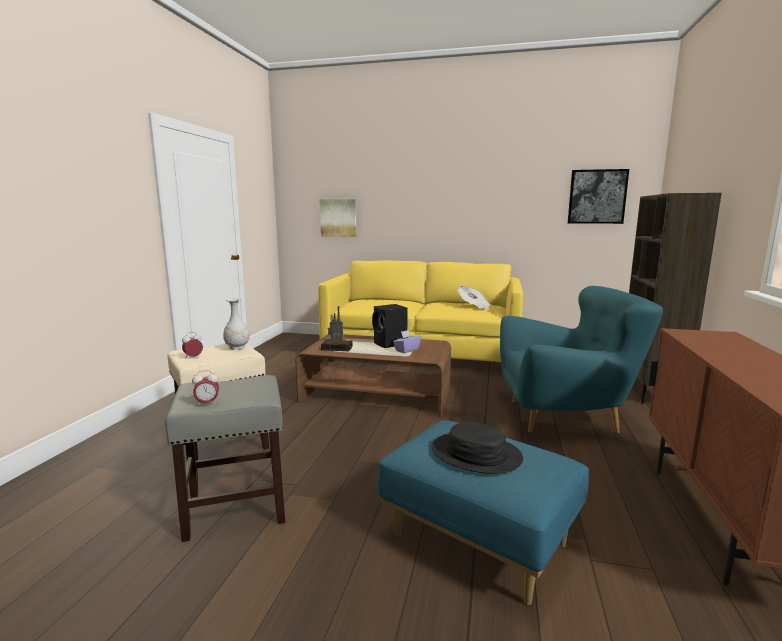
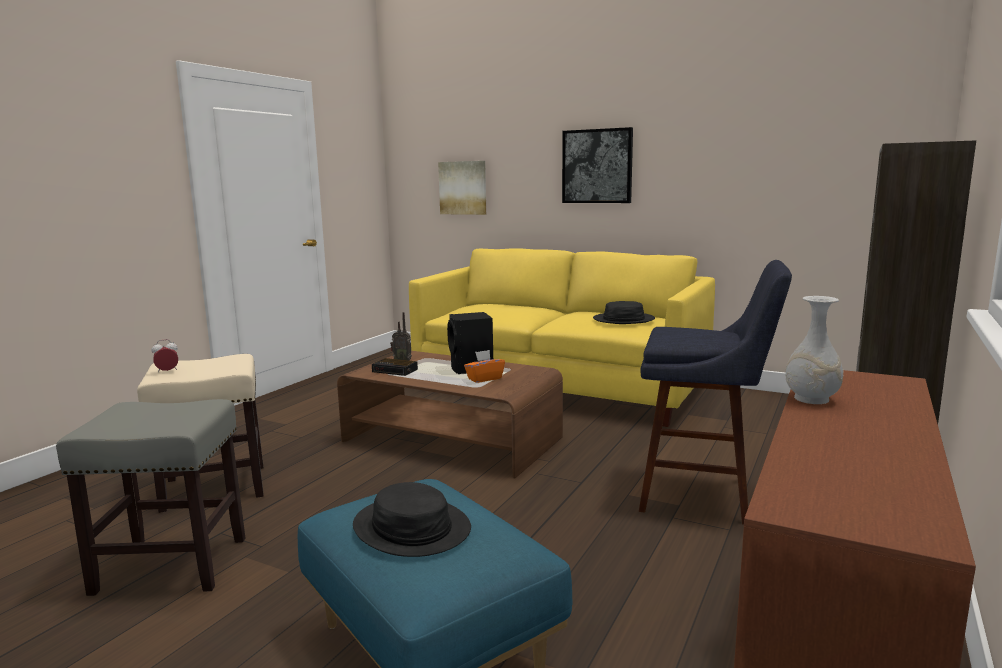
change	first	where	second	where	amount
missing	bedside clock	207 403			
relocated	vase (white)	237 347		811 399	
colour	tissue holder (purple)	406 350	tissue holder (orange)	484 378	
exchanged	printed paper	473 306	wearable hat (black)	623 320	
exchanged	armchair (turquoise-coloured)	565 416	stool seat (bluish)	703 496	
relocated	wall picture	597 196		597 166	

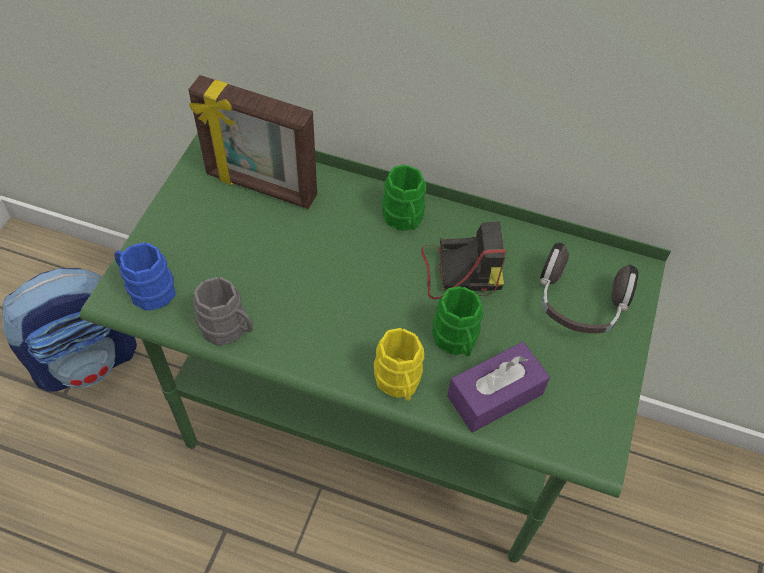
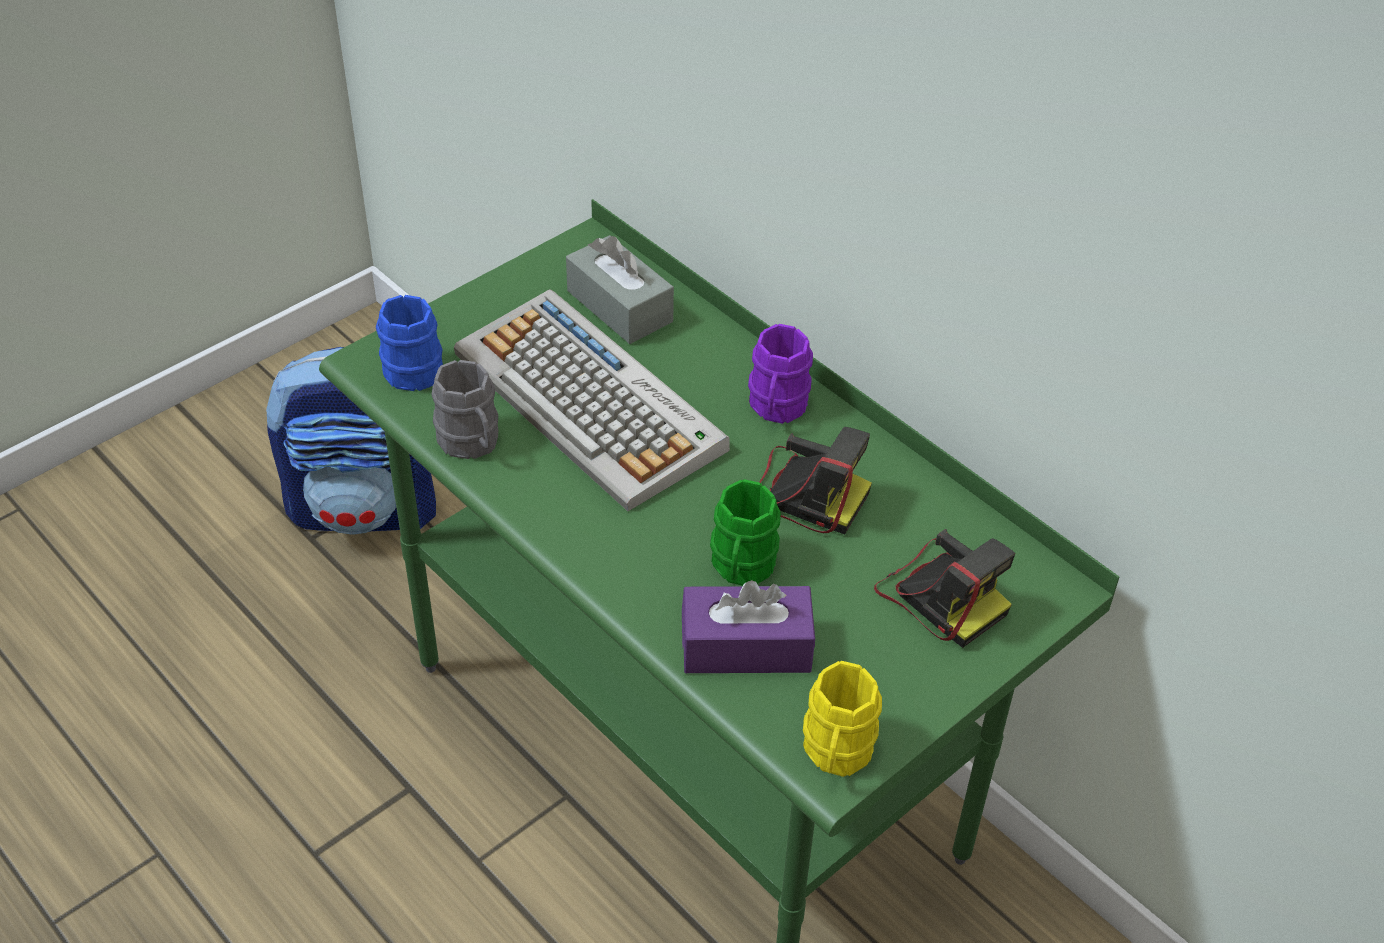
change	first	where	second	where	amount
exchanged	standing frame	260 187	tissue holder (grey)	619 306	
relocated	coffee mug (yellow)	399 383		836 754	
colour	coffee mug (greenish)	404 219	coffee mug (purple)	776 408	
exchanged	pair of headphones	578 305	photo camera	941 595	
appeared			computer keyboard	592 402	

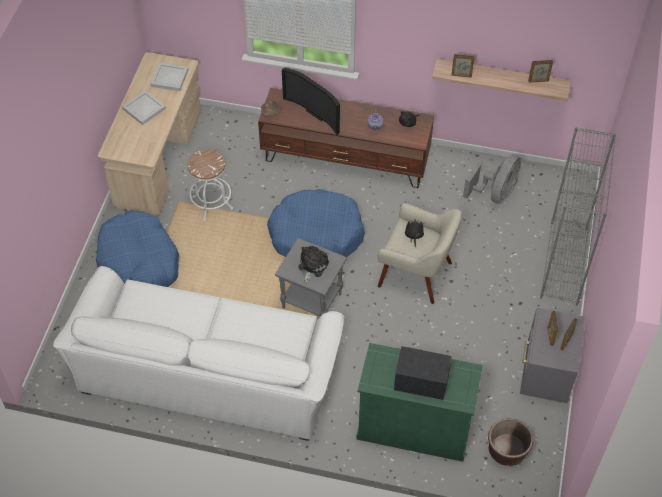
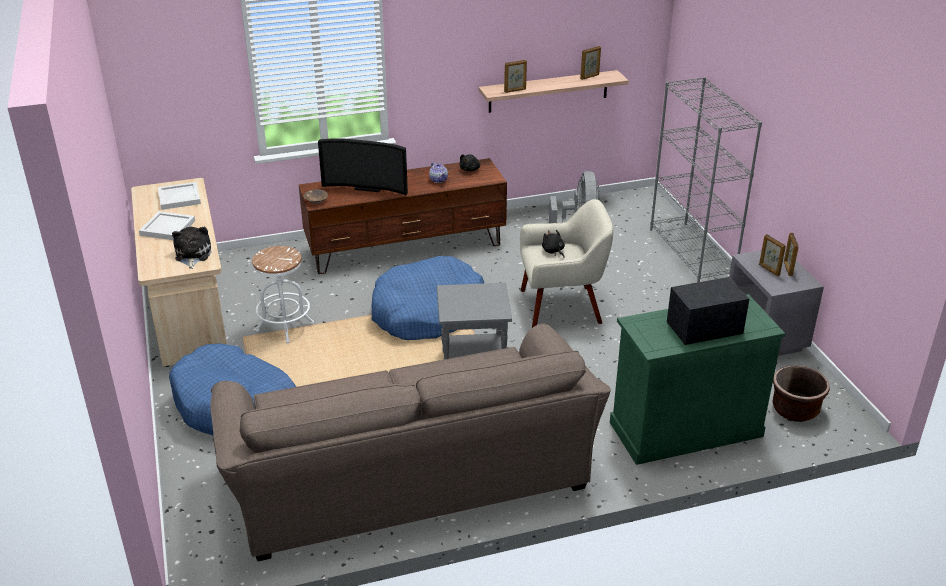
change	first	where	second	where	amount
colour	settee (white)	209 370	settee (brown-coloured)	408 472	
relocated	plush toy	312 266		192 255	

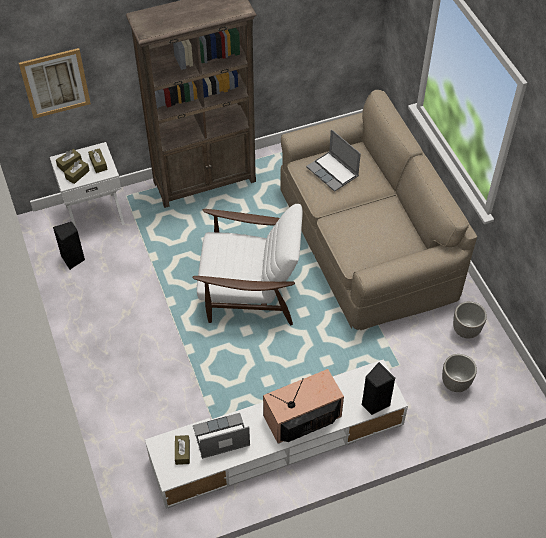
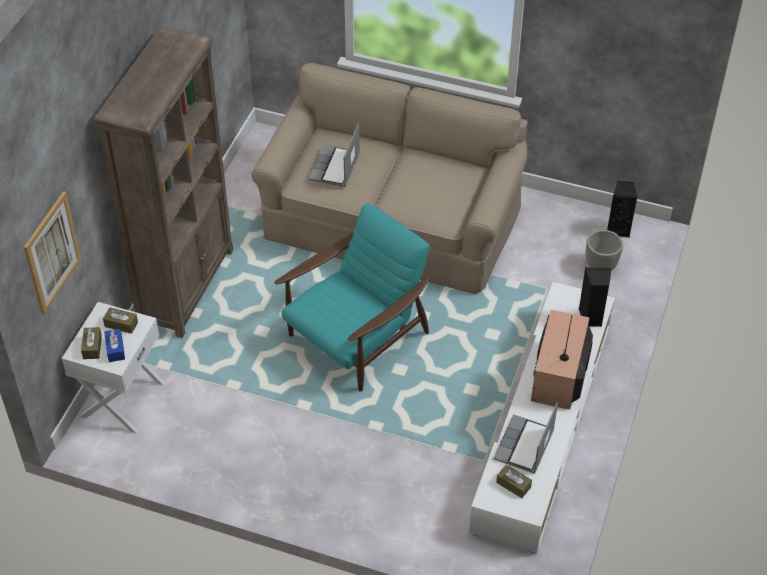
change	first	where	second	where	amount
relocated	audio speaker (black)	73 259		618 229	
colour	tissue holder (brown-coloured)	77 174	tissue holder (bluish)	115 349	
colour	armchair (white)	249 291	armchair (turquoise-coloured)	356 338	
spun	notebook computer	333 172		335 168	105 degrees clockwise
missing	flower pot	466 331			

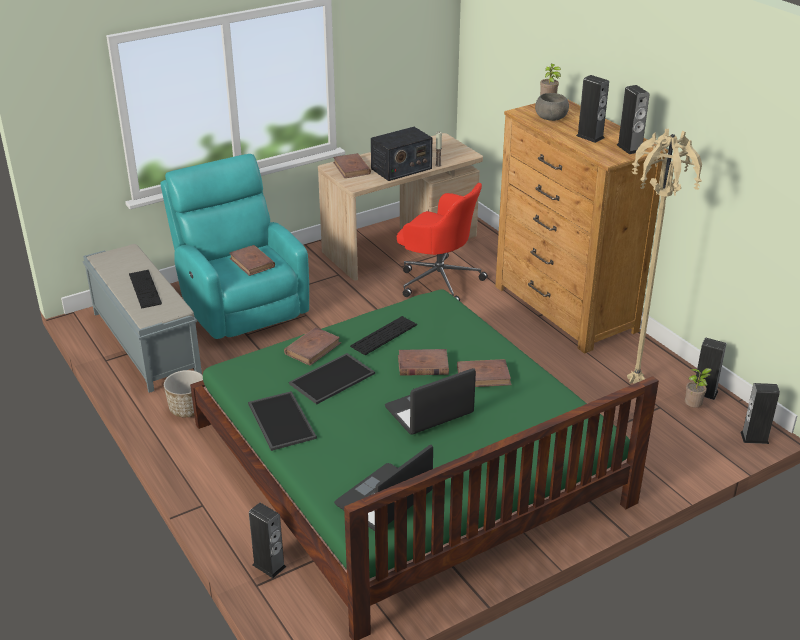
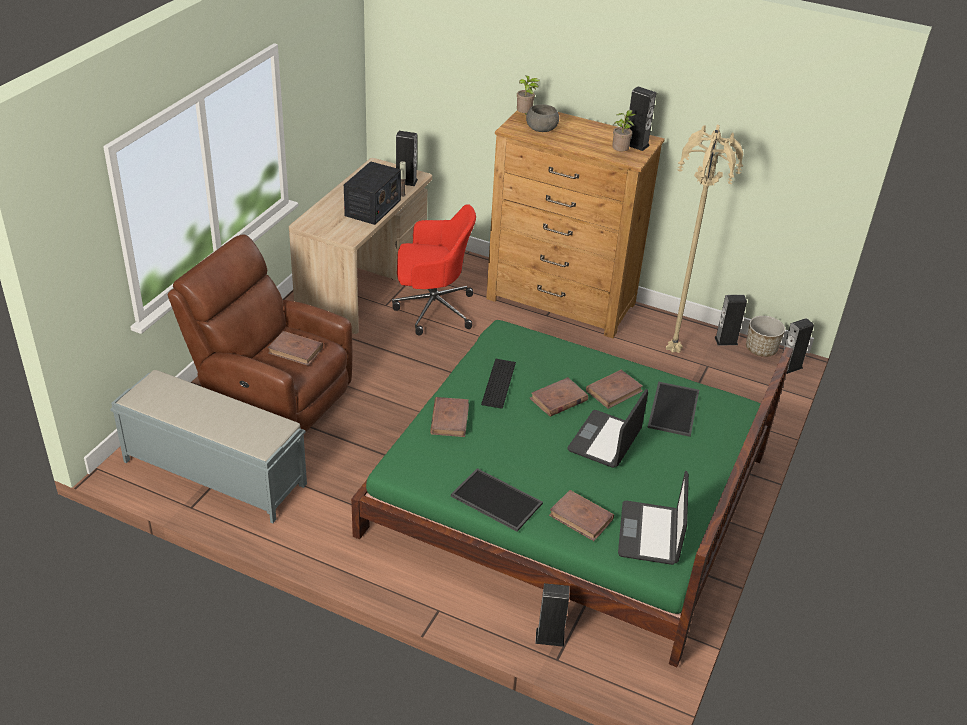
change	first	where	second	where	amount
missing	computer keyboard	145 289			
colour	armchair (turquoise-coloured)	242 305	armchair (brown-coloured)	272 396	
relocated	flower pot	187 409		761 349	
relocated	carrying tray	332 378		672 408	
relocated	book (brown-coloured)	351 168		581 517	
relocated	audio speaker	590 136		406 181	
relocated	potted plant	693 408		620 153	

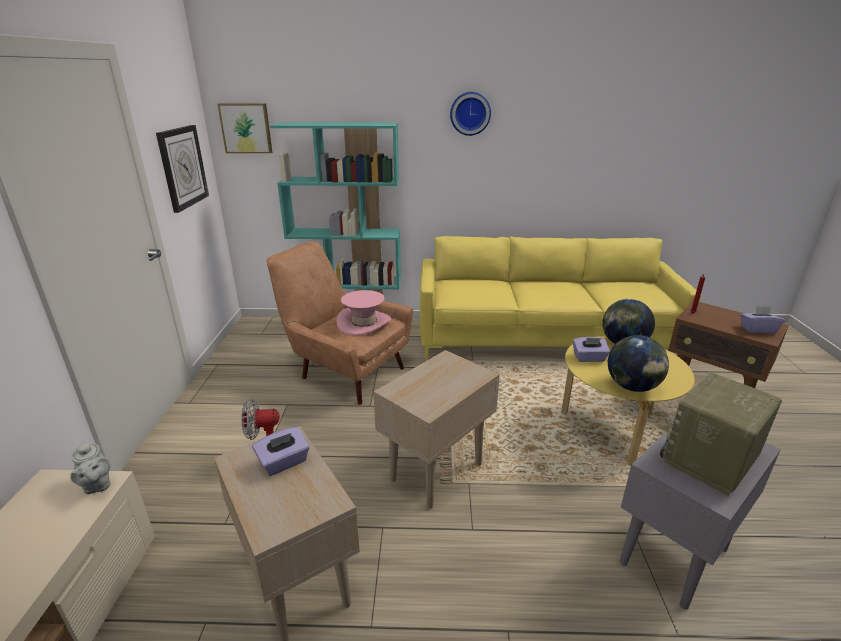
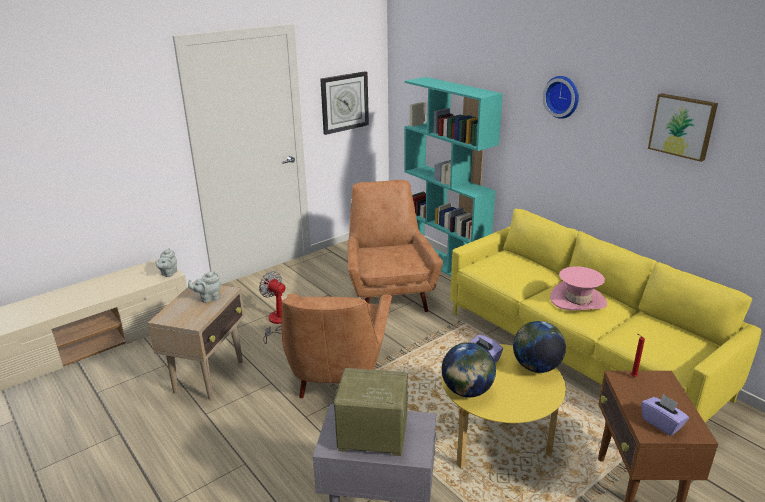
change	first	where	second	where	amount
relocated	wall picture	246 128		682 126	
exchanged	tissue holder (purple)	284 462	tea pot (grey)	208 298	
relocated	wearable hat (pink-coloured)	364 323		578 300	
exchanged	side table (beige)	435 472	armchair (brown-coloured)	337 379	

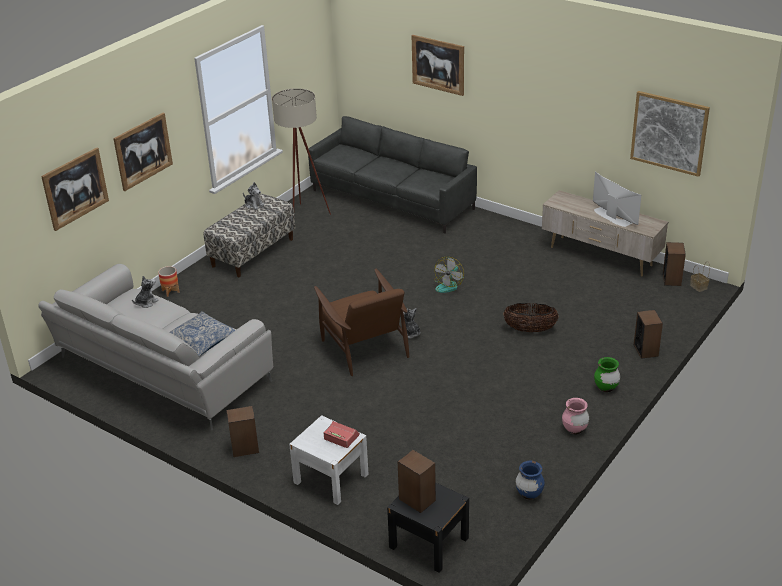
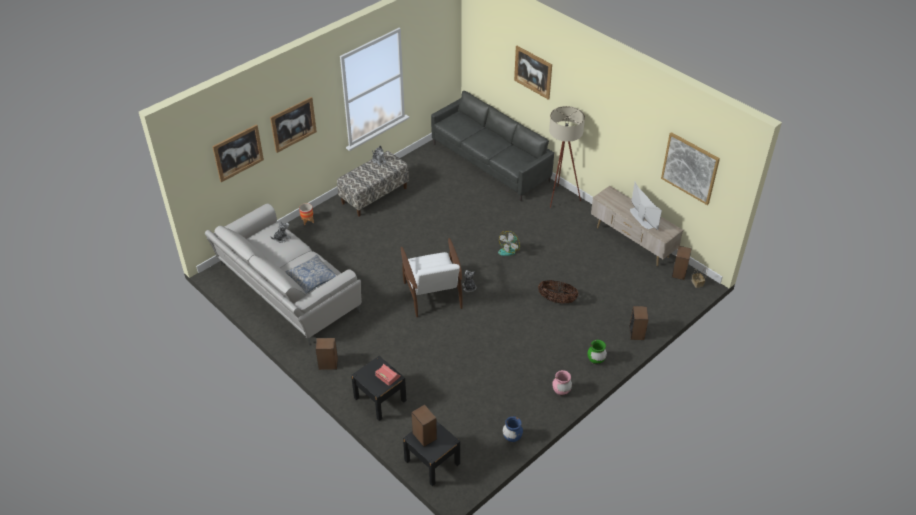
change	first	where	second	where	amount
relocated	standing lamp (beige)	304 217		559 200	
colour	nightstand (white)	331 478	nightstand (black)	380 399	
colour	armchair (brown-coloured)	364 346	armchair (white)	432 293	

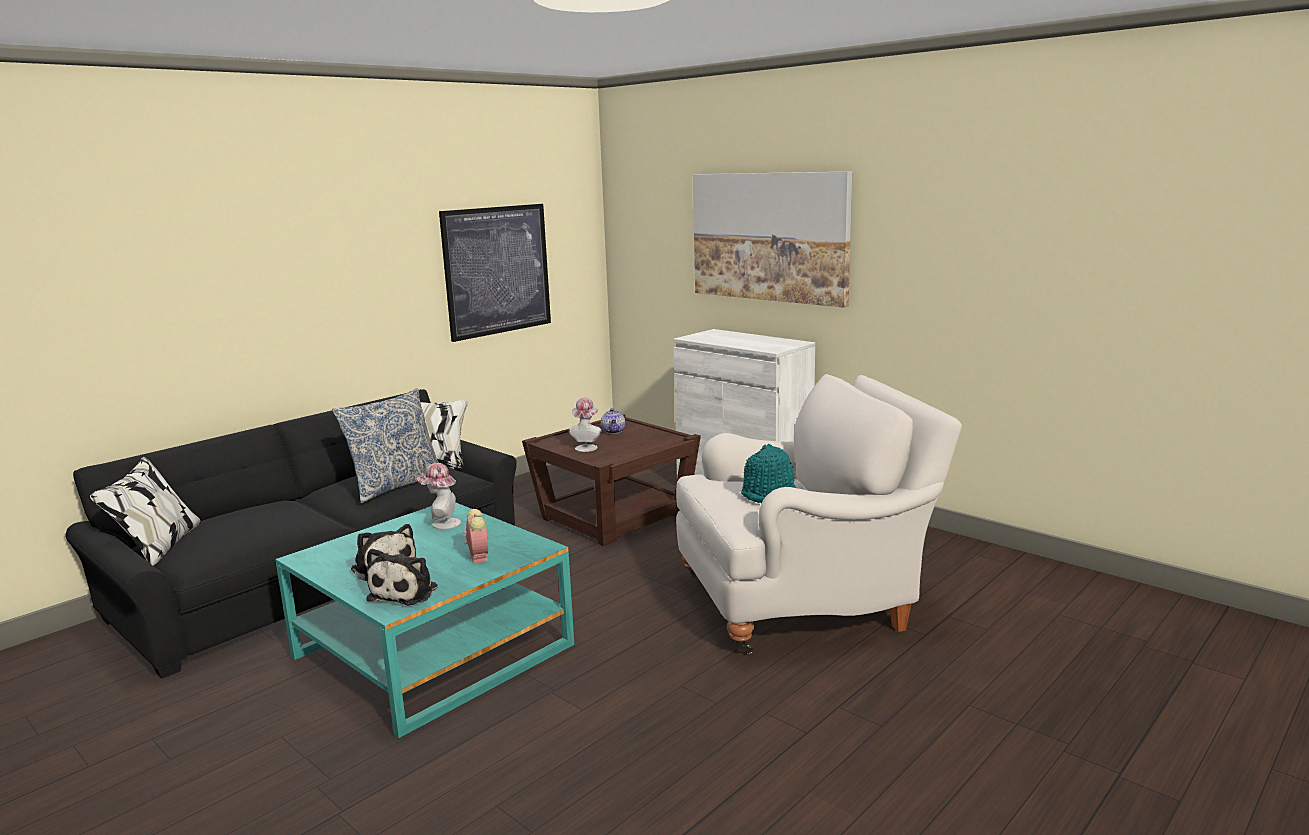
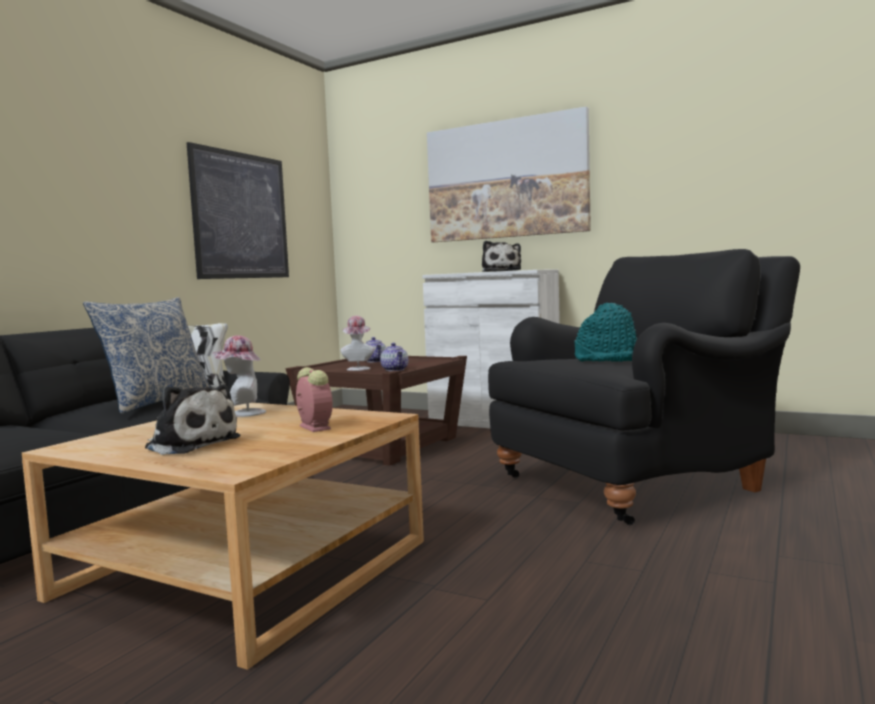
change	first	where	second	where	amount
colour	low table (turquoise-coloured)	433 650	low table (beige)	245 569	
relocated	plush toy	406 592		501 271	
colour	armchair (white)	804 601	armchair (black)	637 482	
appeared			tea pot	395 369	

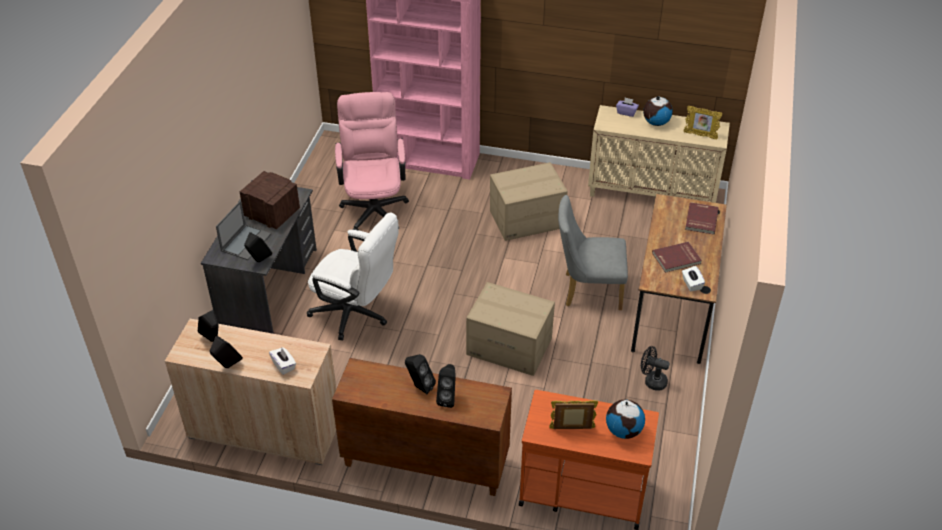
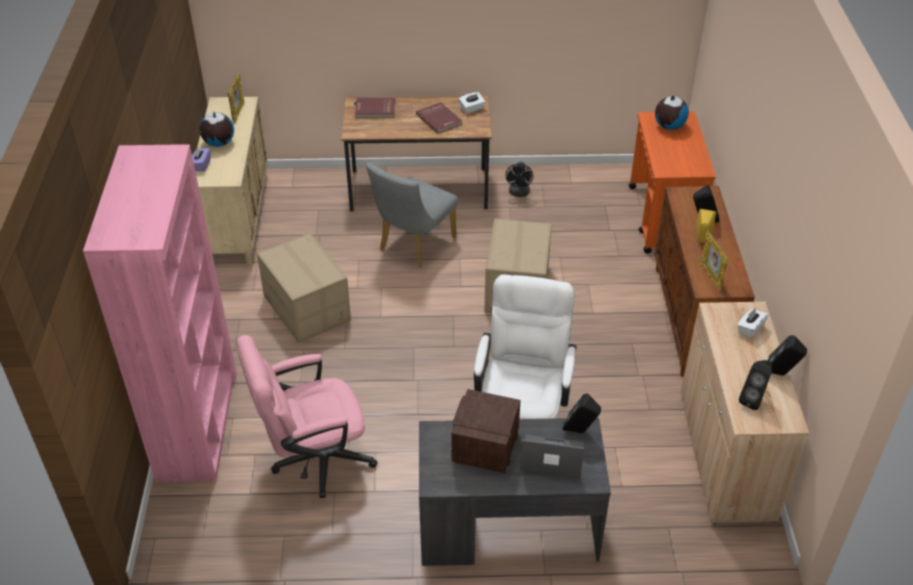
change	first	where	second	where	amount
colour	audio speaker (black)	419 387	audio speaker (yellow)	701 241	
relocated	standing frame	572 429		710 277	
spun	upright chair (grey)	587 291		413 246	45 degrees clockwise

